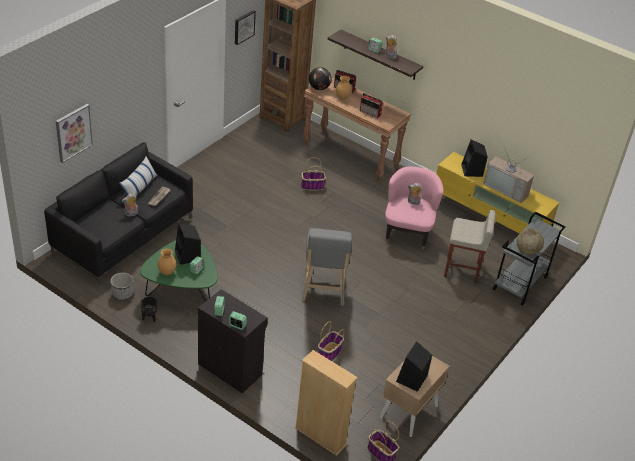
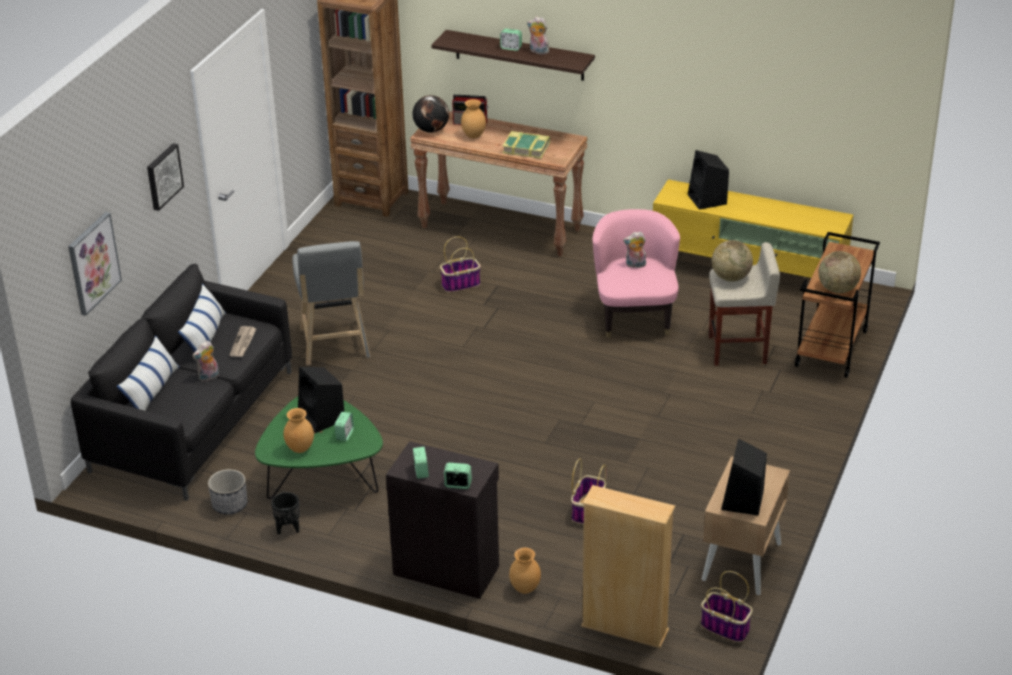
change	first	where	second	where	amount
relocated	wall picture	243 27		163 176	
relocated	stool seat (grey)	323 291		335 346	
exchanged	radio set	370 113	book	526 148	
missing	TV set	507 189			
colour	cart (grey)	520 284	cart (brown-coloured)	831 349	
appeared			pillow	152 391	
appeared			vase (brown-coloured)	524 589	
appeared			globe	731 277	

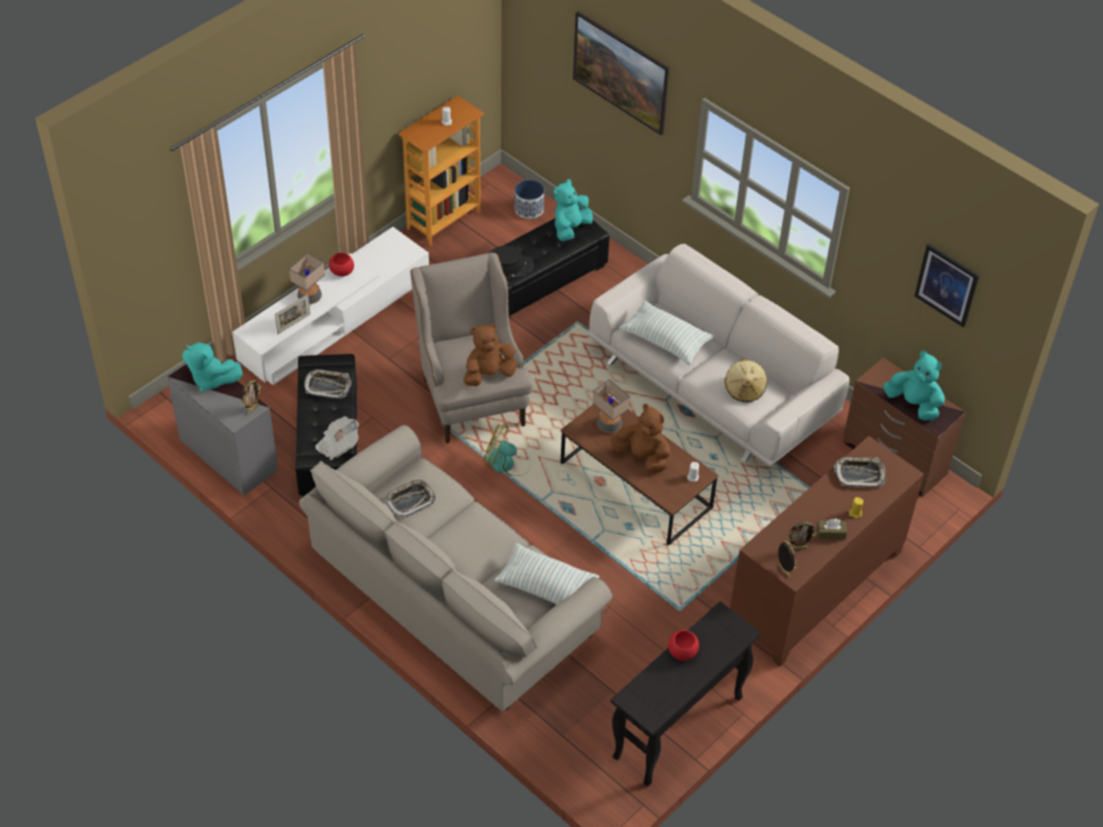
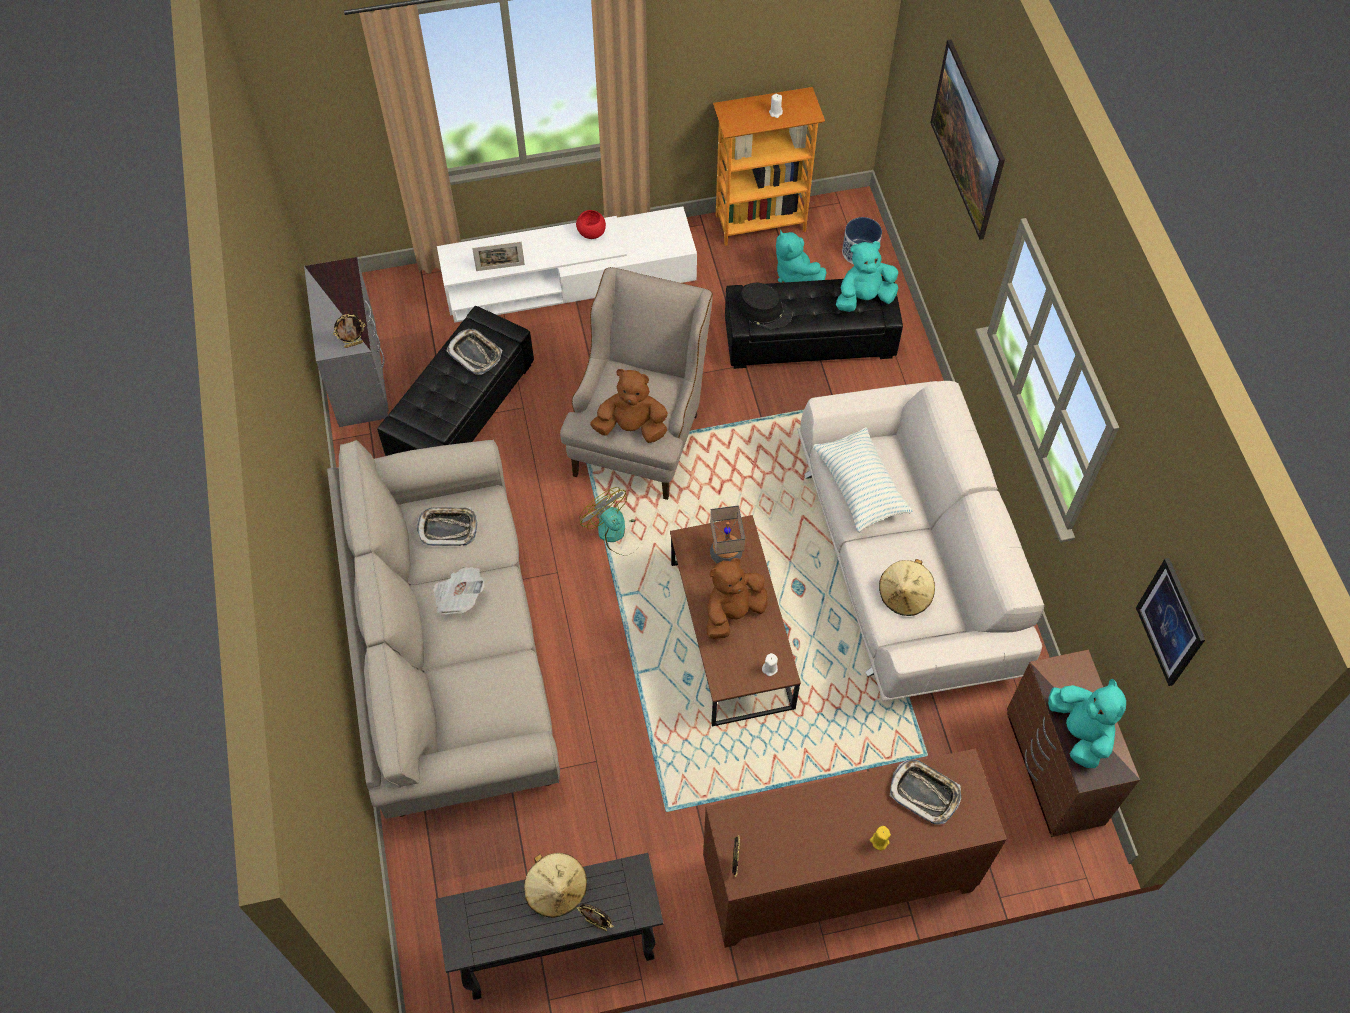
change	first	where	second	where	amount
relocated	plush toy (turquoise-coloured)	211 379		794 274	
missing	table lamp	309 297			
relocated	printed paper	338 445		459 597	
missing	pillow	546 586			
spun	plush toy (brown-coloured)	642 456		733 612	105 degrees counterclockwise
exchanged	bowl (reddish)	682 652	wearable hat (beige)	557 890	
relocated	standing frame	798 548		597 925	
missing	tissue holder (brown-coloured)	831 533			

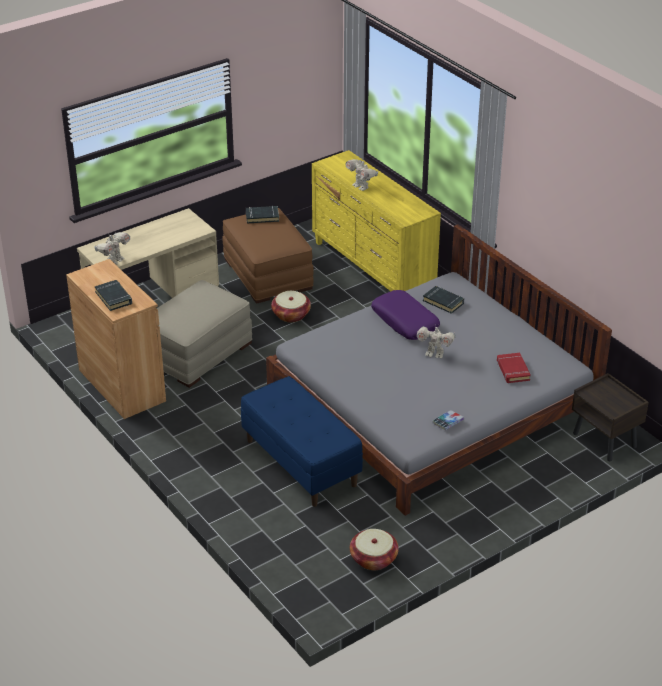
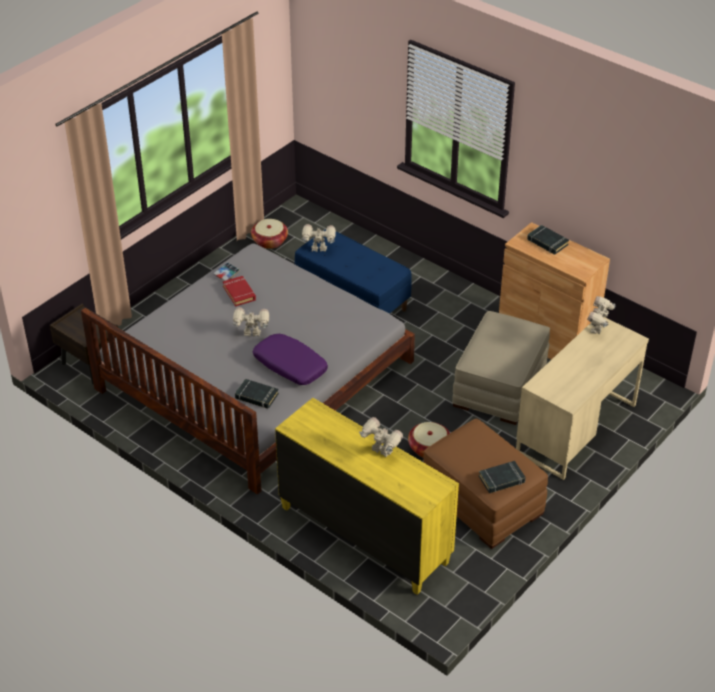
change	first	where	second	where	amount
relocated	book (reddish)	512 370		239 293	
appeared			robot figure	319 250	

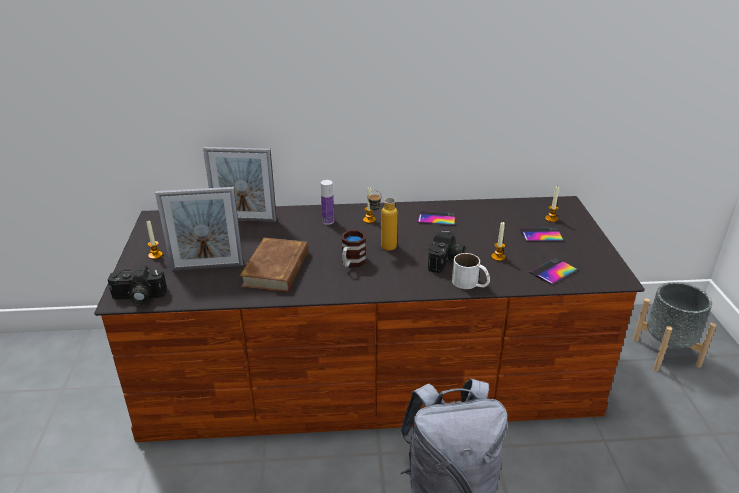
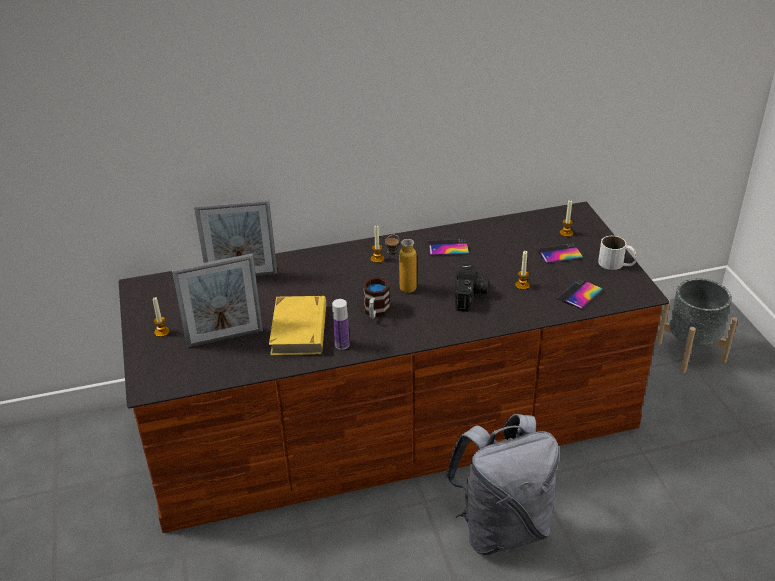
change	first	where	second	where	amount
missing	photo camera	138 297			
colour	book (brown-coloured)	277 269	book (yellow)	300 329	
relocated	beverage bottle	328 221		342 344	
relocated	coffee mug (white)	470 284		617 264	

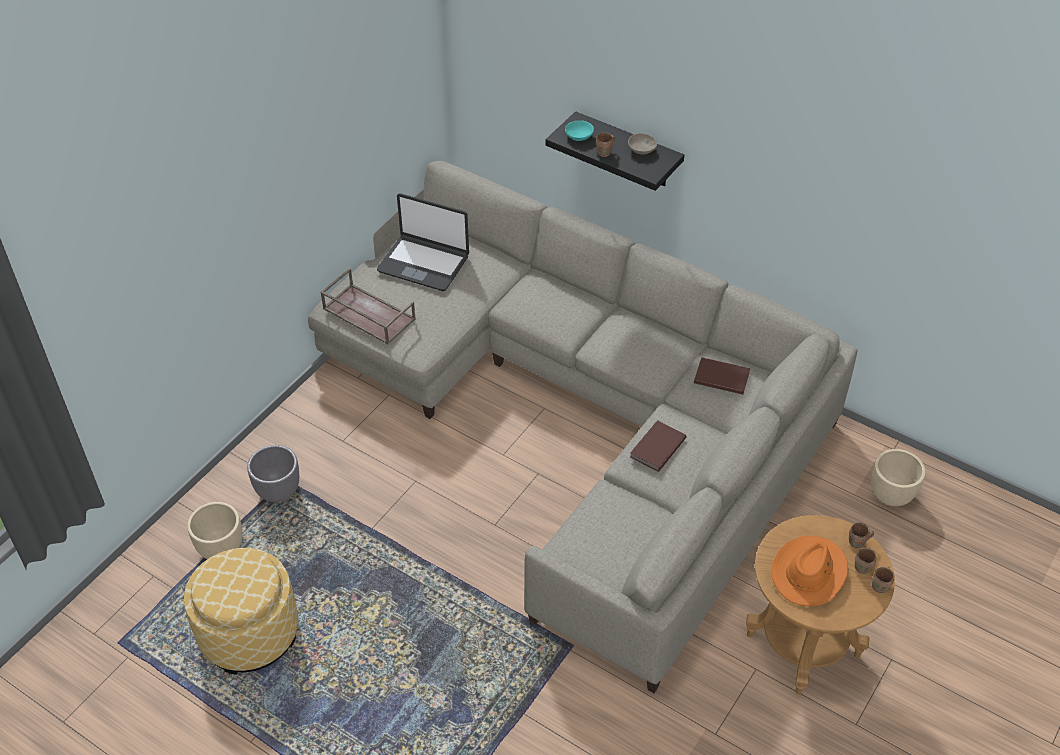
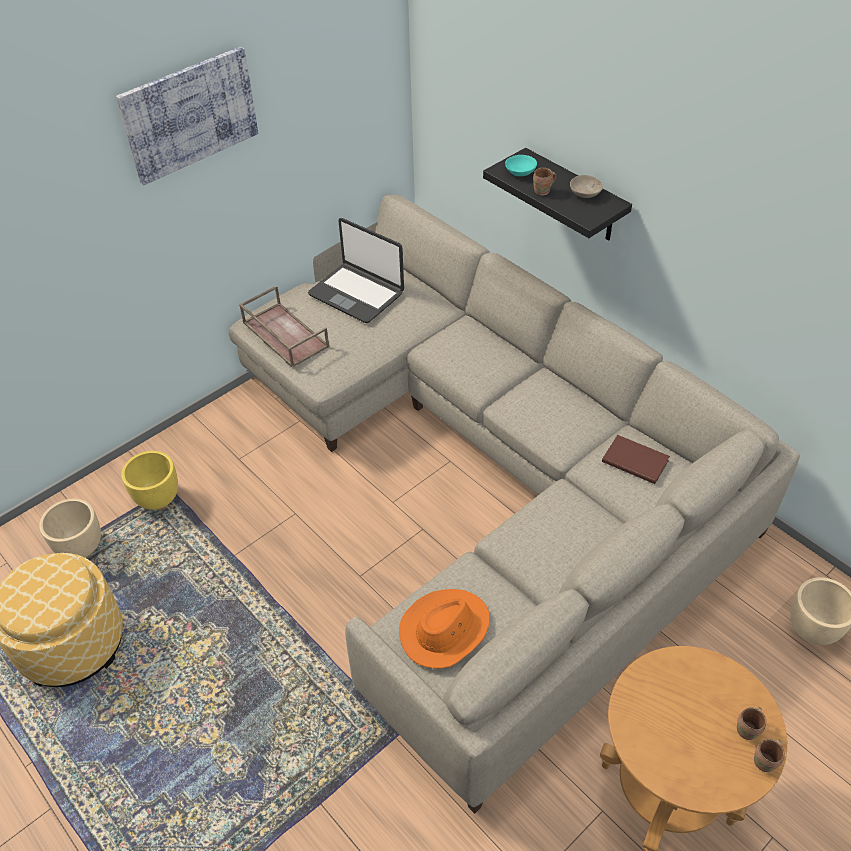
change	first	where	second	where	amount
colour	flower pot (grey)	278 491	flower pot (yellow)	158 499	
missing	book (brown-coloured)	656 447			
relocated	wearable hat (orange)	809 572		445 629	
missing	coffee mug (brown-coloured)	857 543			
appeared			wall picture	190 114	

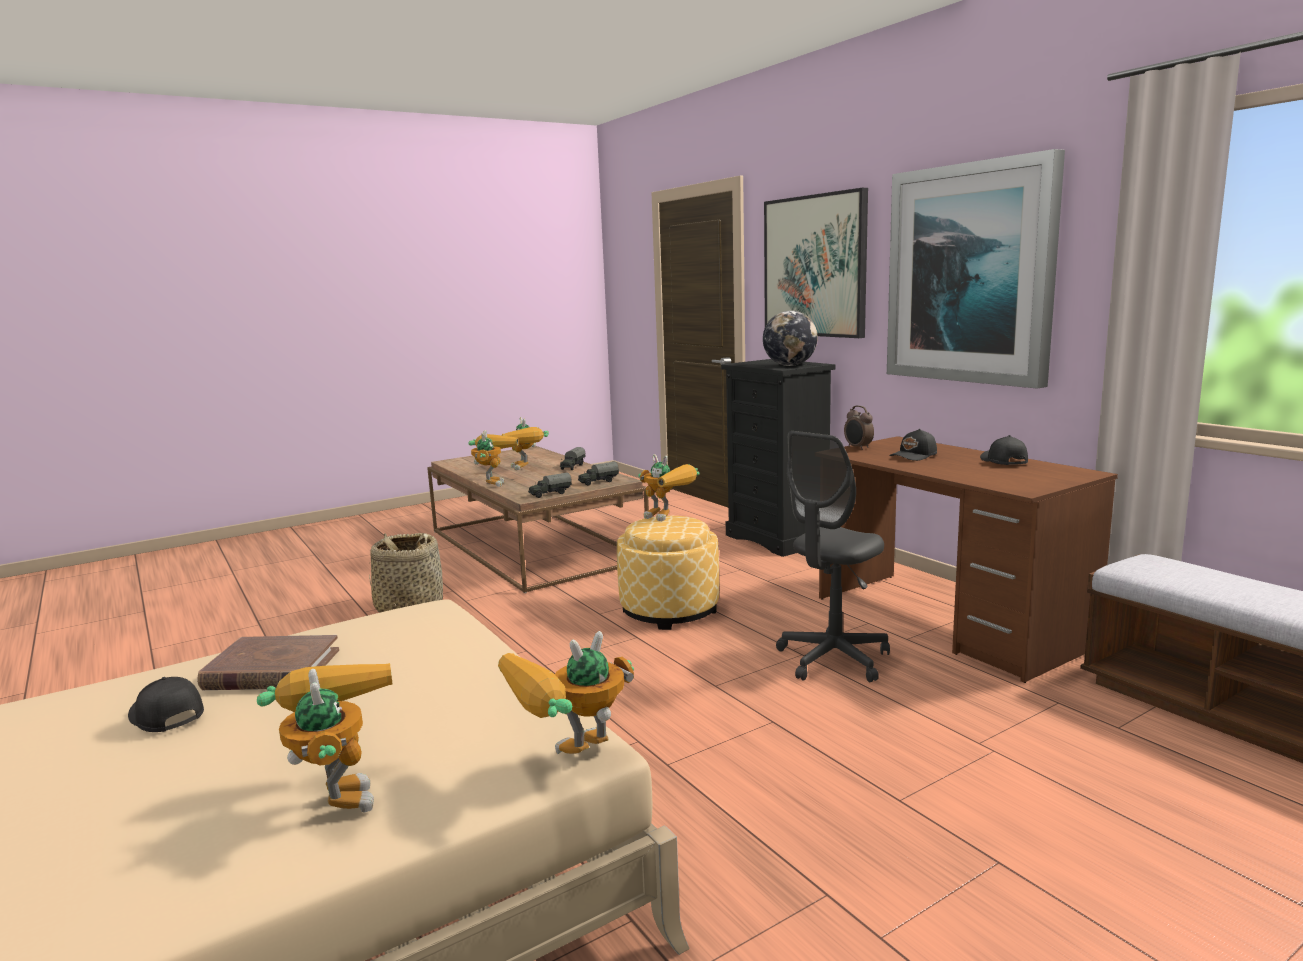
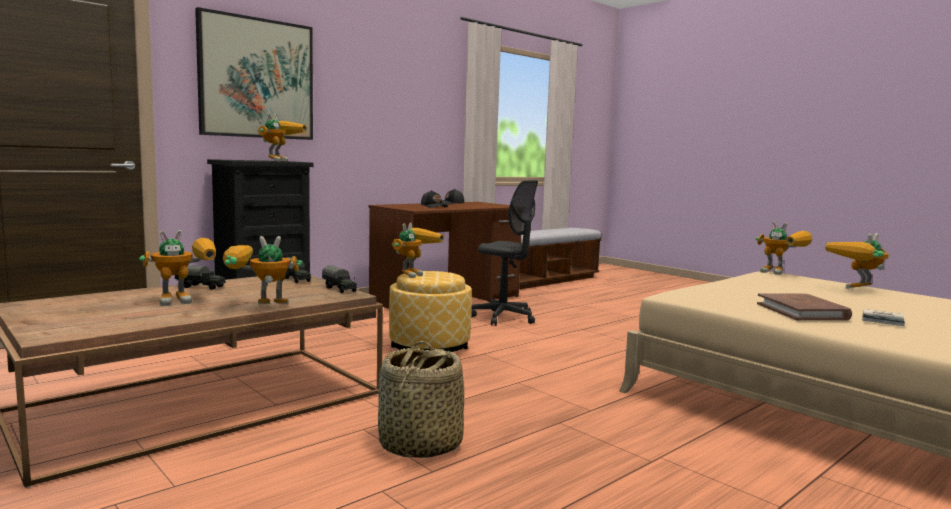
change	first	where	second	where	amount
exchanged	cap (black)	165 716	book	884 318	
exchanged	globe	789 365	robot figure	279 161	
missing	bedside clock	858 448			
missing	wall picture	970 274			

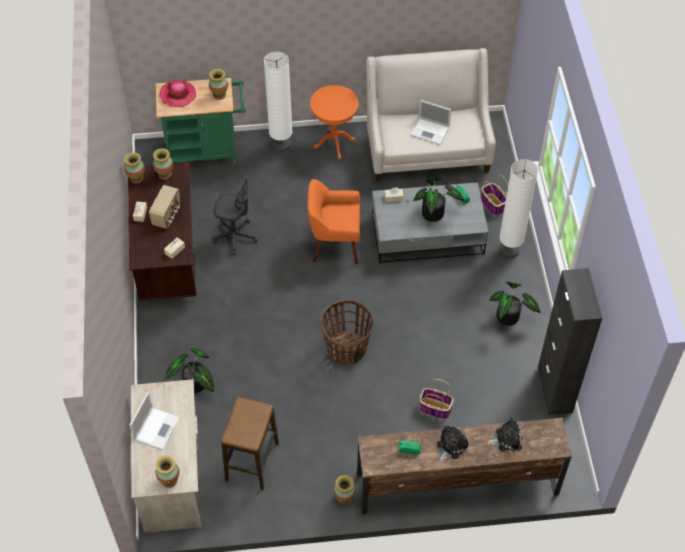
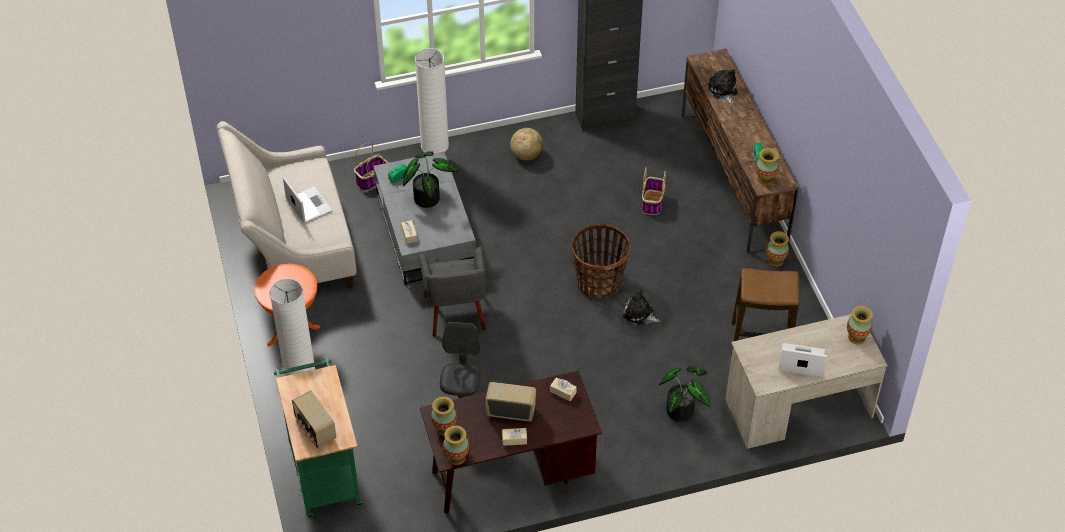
change	first	where	second	where	amount
exchanged	wearable hat	178 95	radio set	315 429	
relocated	vase	219 94		765 179	
colour	armchair (orange)	334 244	armchair (grey)	455 313	
spun	notebook computer	430 131		308 205	45 degrees counterclockwise
relocated	plush toy	450 446		639 314	
exchanged	potted plant	509 318	globe	526 155	

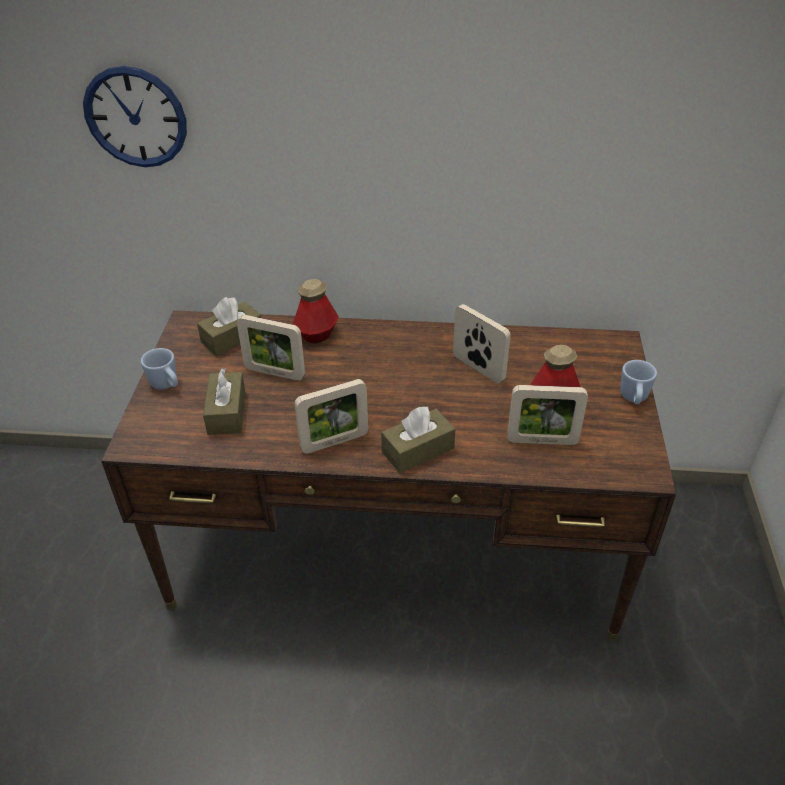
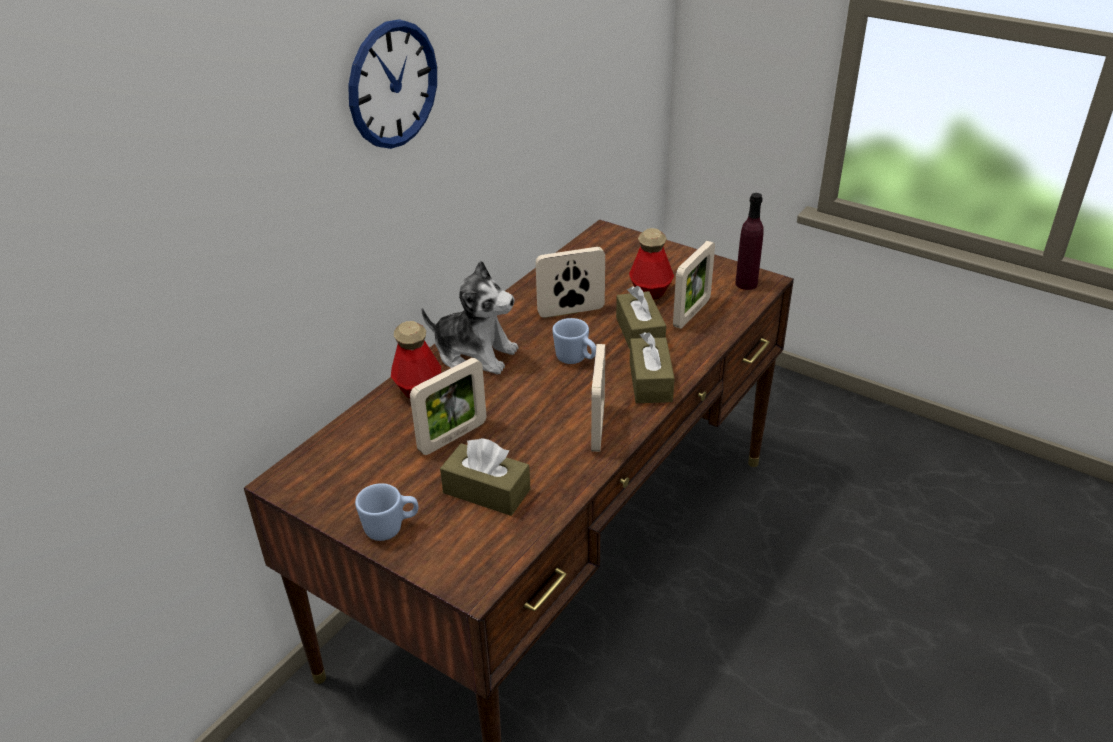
change	first	where	second	where	amount
relocated	hanging clock	135 117		393 85	
relocated	tissue holder (brown-coloured)	232 338		640 333	
relocated	coffee mug (bluish)	633 399		576 359	
appeared			plush toy	475 354	
appeared			beverage bottle (purple)	746 284	

